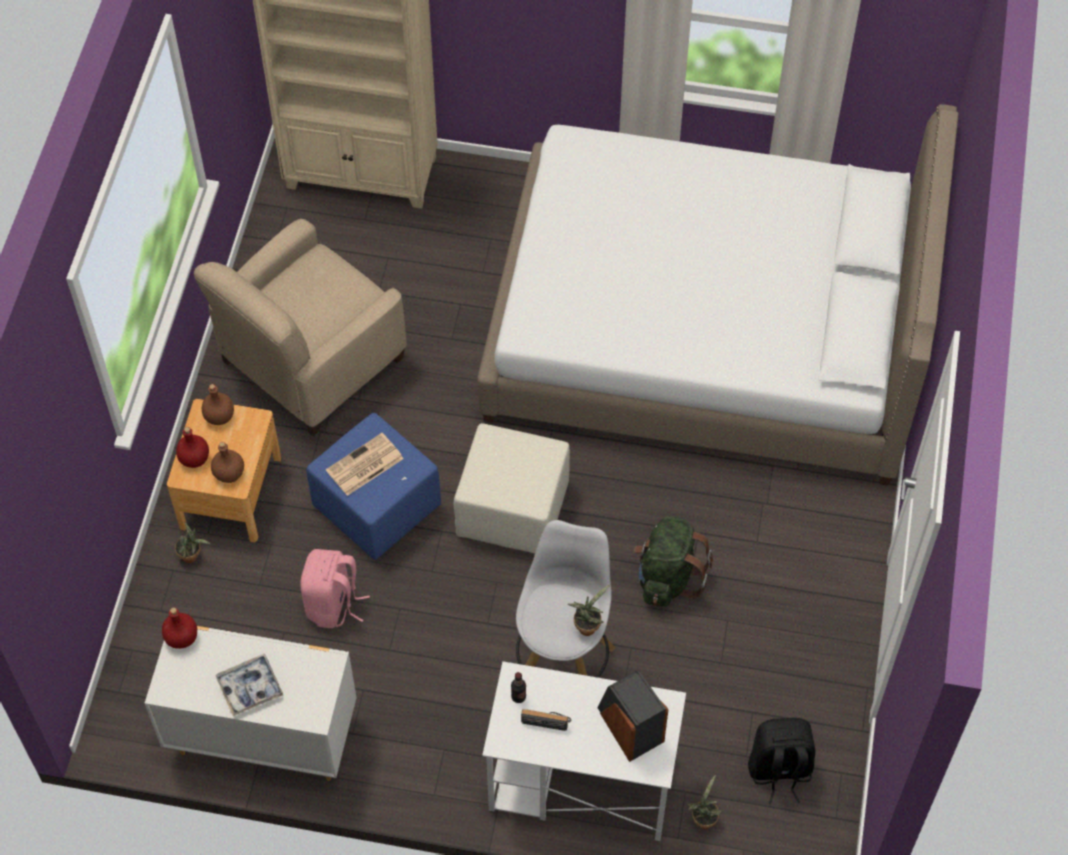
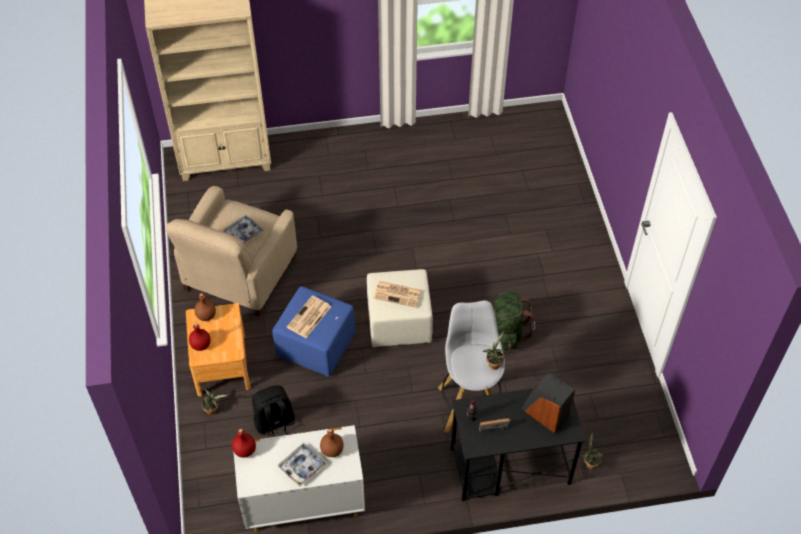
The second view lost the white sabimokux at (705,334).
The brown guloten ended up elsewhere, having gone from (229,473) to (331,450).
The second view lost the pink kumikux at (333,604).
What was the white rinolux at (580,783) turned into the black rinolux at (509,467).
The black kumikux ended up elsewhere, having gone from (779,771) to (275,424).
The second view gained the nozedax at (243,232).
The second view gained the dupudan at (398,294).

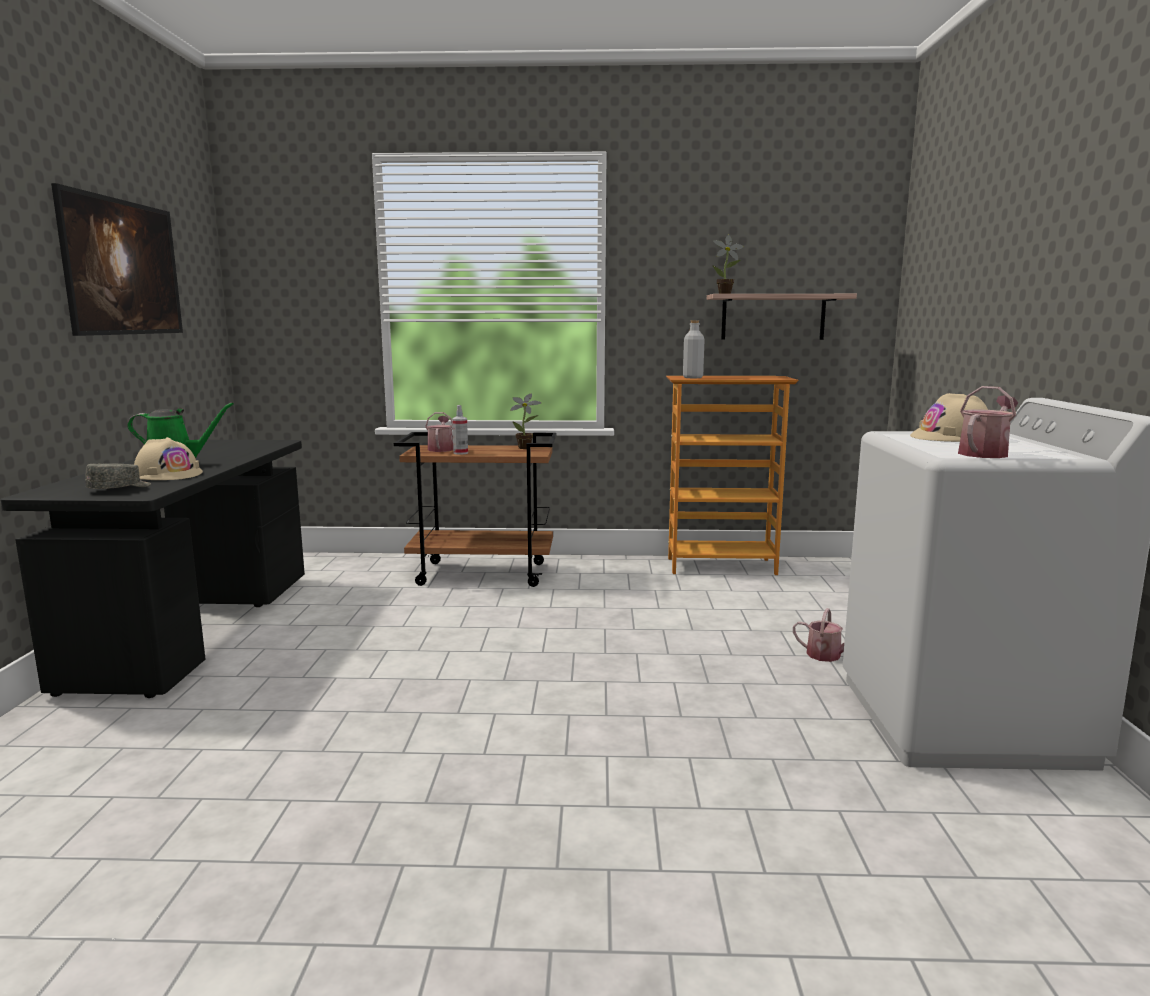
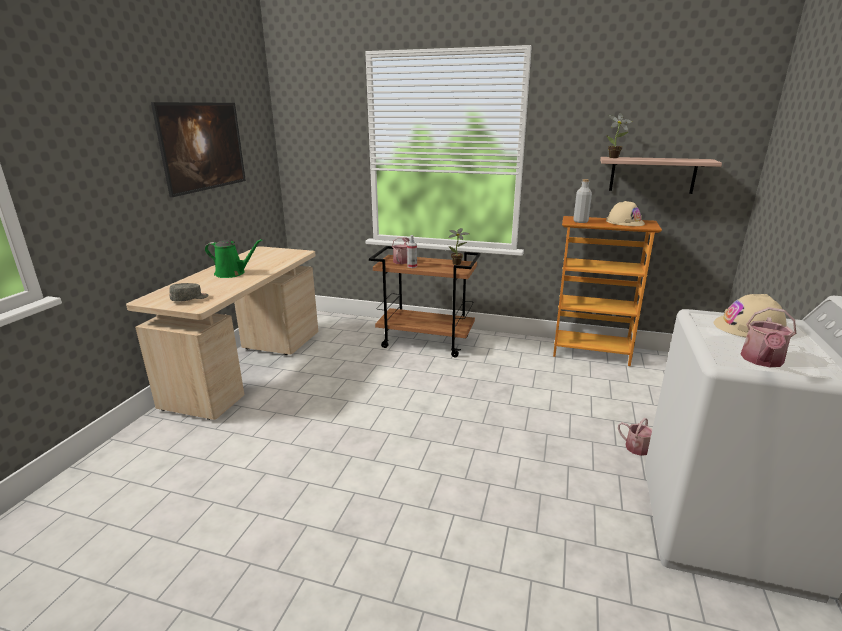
The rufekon at (985,453) ended up facing another way, 150 degrees clockwise from before.
The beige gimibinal ended up elsewhere, having gone from (168,474) to (625,222).
What was the black rinolux at (198,627) turned into the beige rinolux at (249,367).

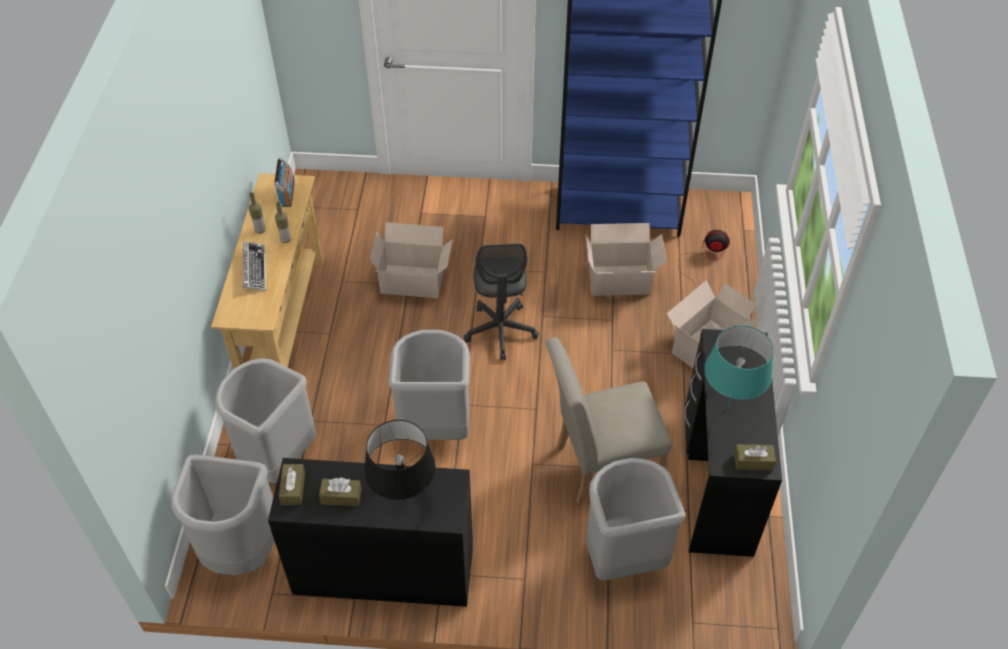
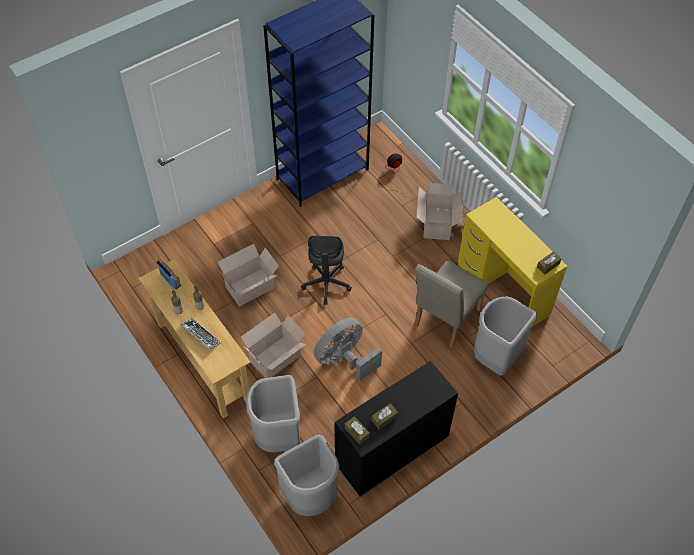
The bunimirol ended up elsewhere, having gone from (621,280) to (276,357).
The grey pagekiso at (500,331) ended up facing another way, 45 degrees clockwise from before.
The second view lost the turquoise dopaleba at (728,407).
What was the black rinolux at (717,481) turned into the yellow rinolux at (503,289).
Where the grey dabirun stood at (435,427), the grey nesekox came to stand at (344,359).
The second view lost the black dopaleba at (404,502).

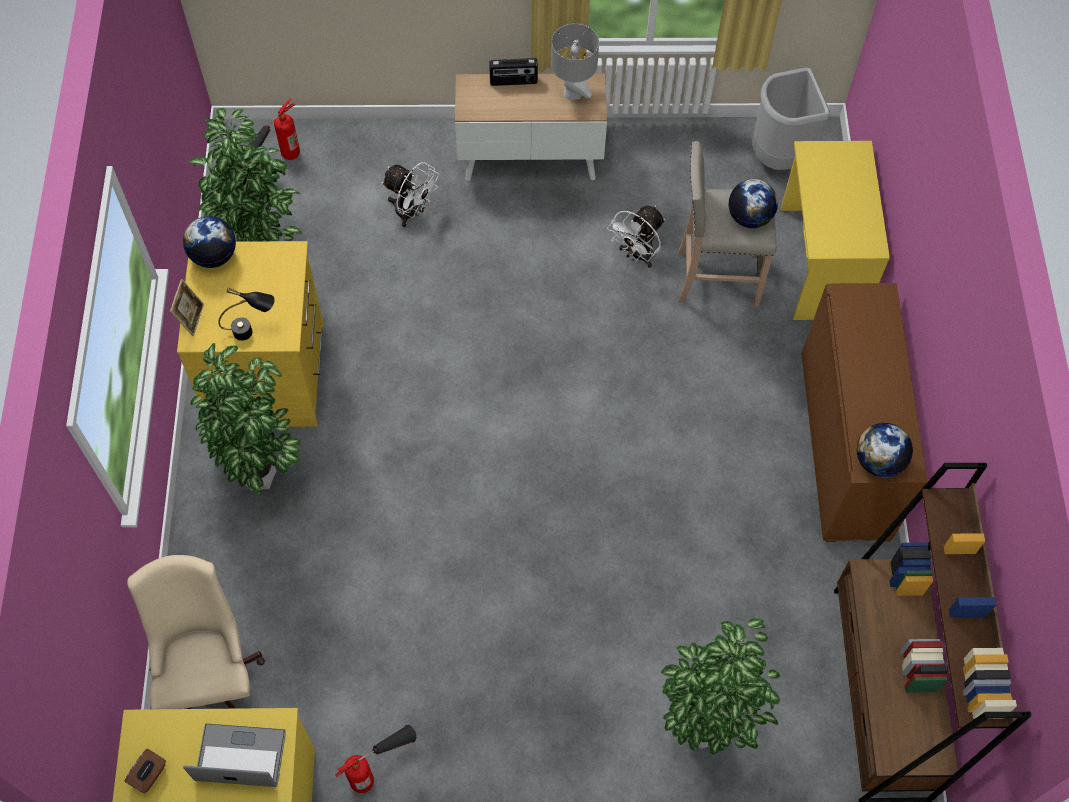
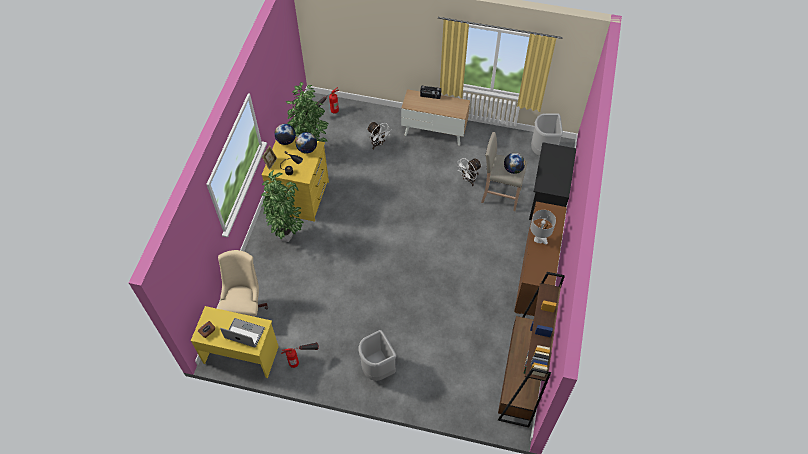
The grey dopaleba ended up elsewhere, having gone from (572,93) to (538,239).
What was the yellow rinolux at (819,262) turned into the black rinolux at (547,198).
The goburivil ended up elsewhere, having gone from (878,461) to (307,149).
The second view lost the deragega at (703,729).
The second view gained the grey dabirun at (377,369).

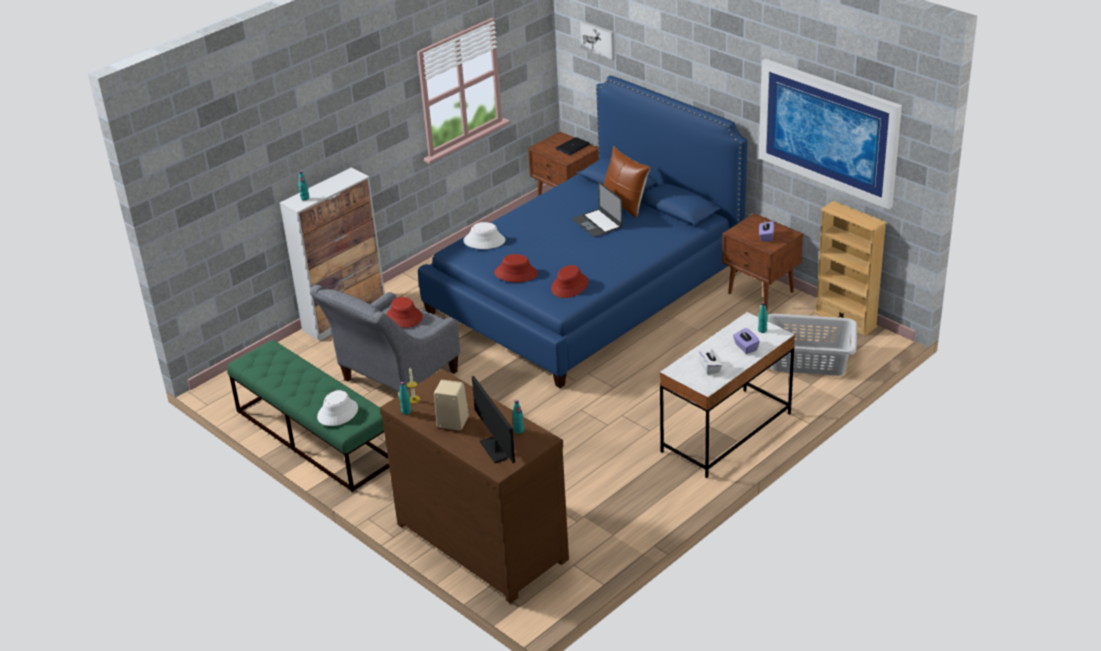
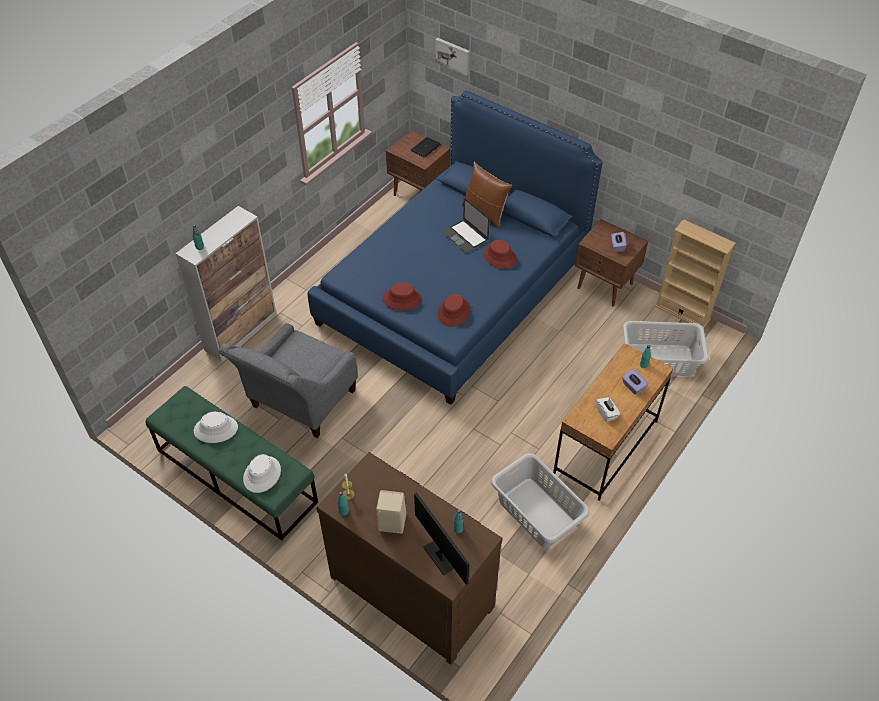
The second view lost the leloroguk at (828,132).
The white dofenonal ended up elsewhere, having gone from (484,241) to (216,429).
The red dofenonal ended up elsewhere, having gone from (404,317) to (499,257).
What was the white rinolux at (726,432) turned into the brown rinolux at (606,447).
The second view gained the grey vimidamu at (537,512).

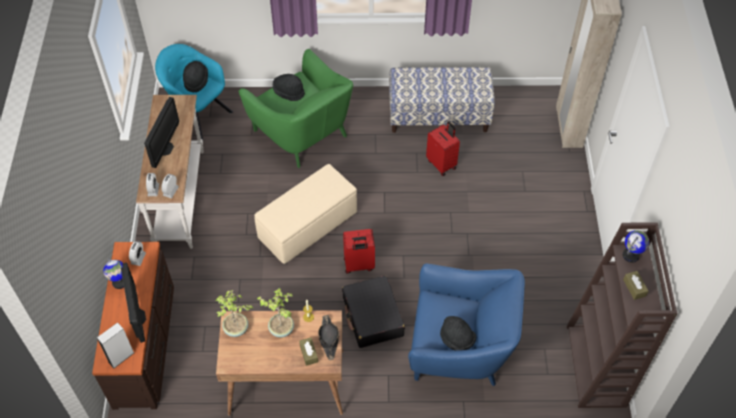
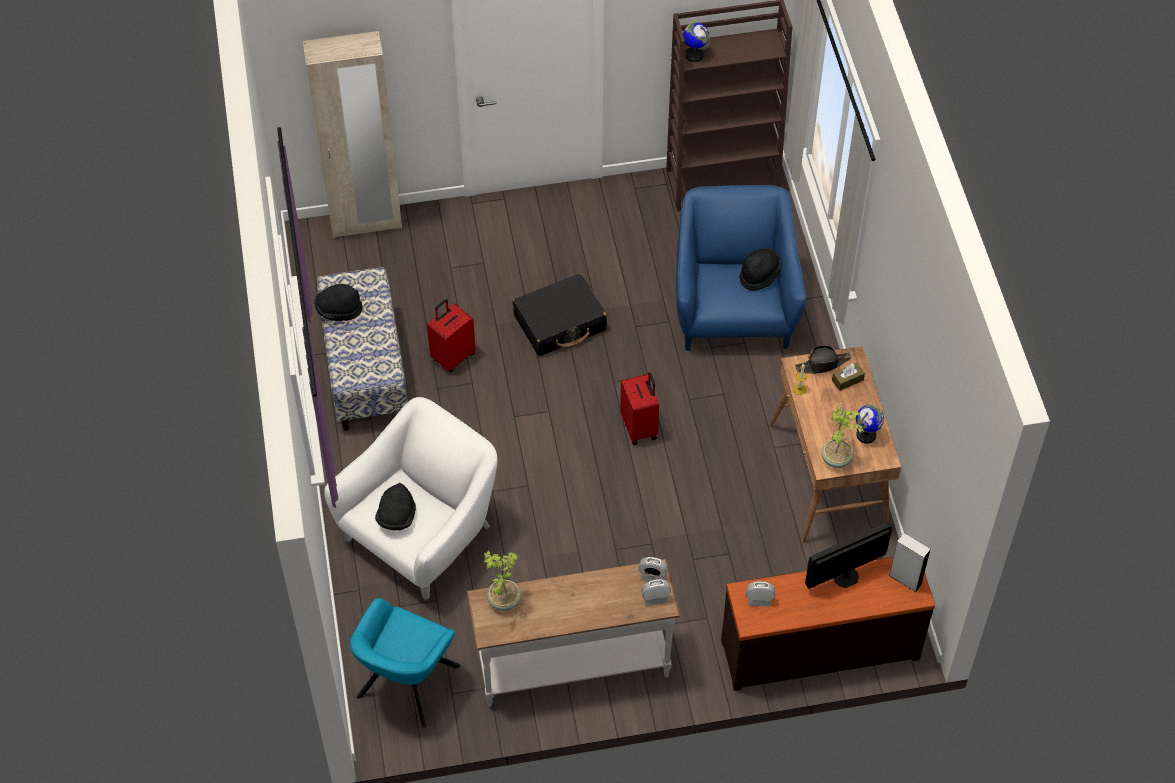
What was the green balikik at (302,132) turned into the white balikik at (422,533).
The black dofenonal ended up elsewhere, having gone from (196,81) to (339,310).
The second view lost the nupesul at (165,148).
The second view lost the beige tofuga at (308,226).
The goburivil ended up elsewhere, having gone from (119,282) to (866,435).
The second view lost the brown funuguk at (634,288).
The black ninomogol ended up elsewhere, having gone from (372,317) to (560,323).
The deragega ended up elsewhere, having gone from (281,328) to (503,600).

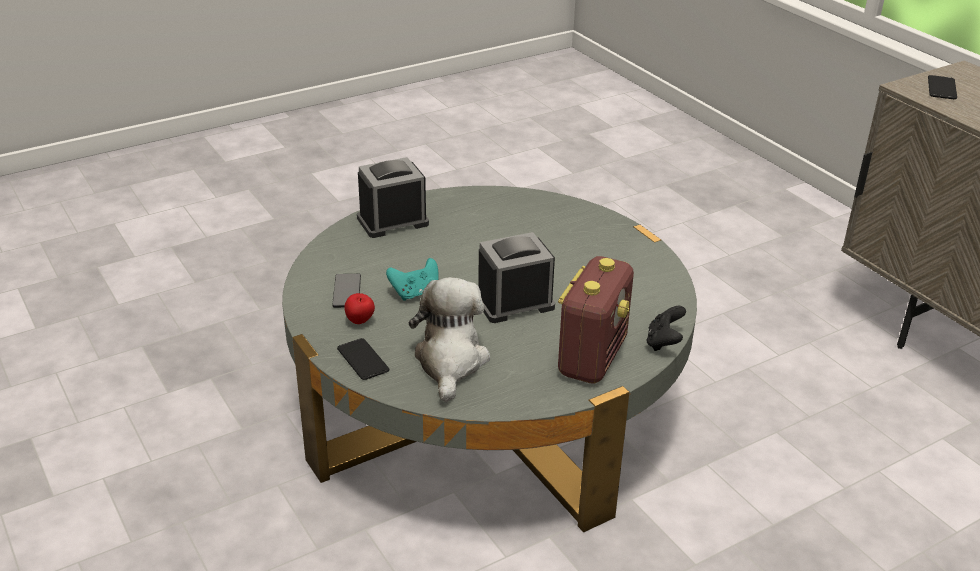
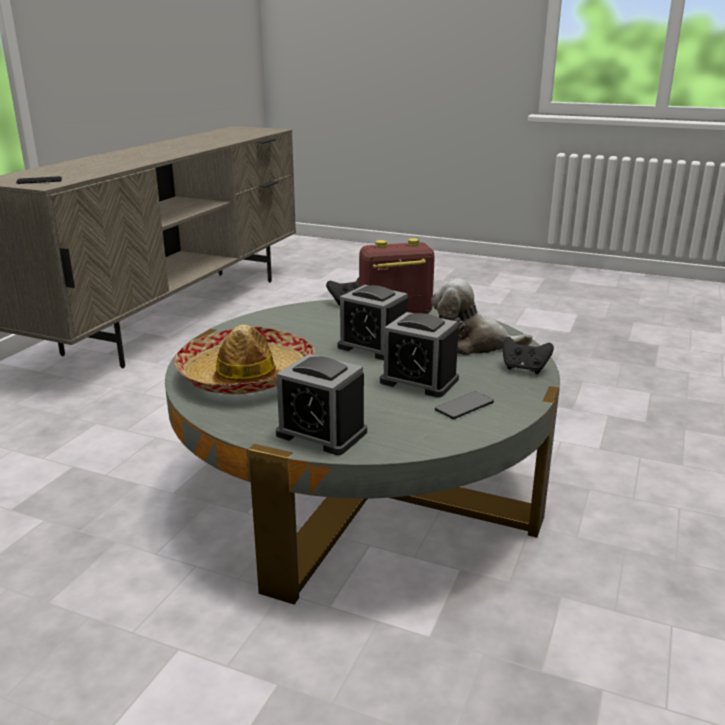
Where the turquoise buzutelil stood at (415,293), the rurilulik came to stand at (419,381).
The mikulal at (450,362) ended up facing another way, 45 degrees clockwise from before.
The second view lost the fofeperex at (360,322).
Where the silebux stood at (363,360), the black buzutelil came to stand at (524,369).
The second view gained the dofenonal at (246,375).

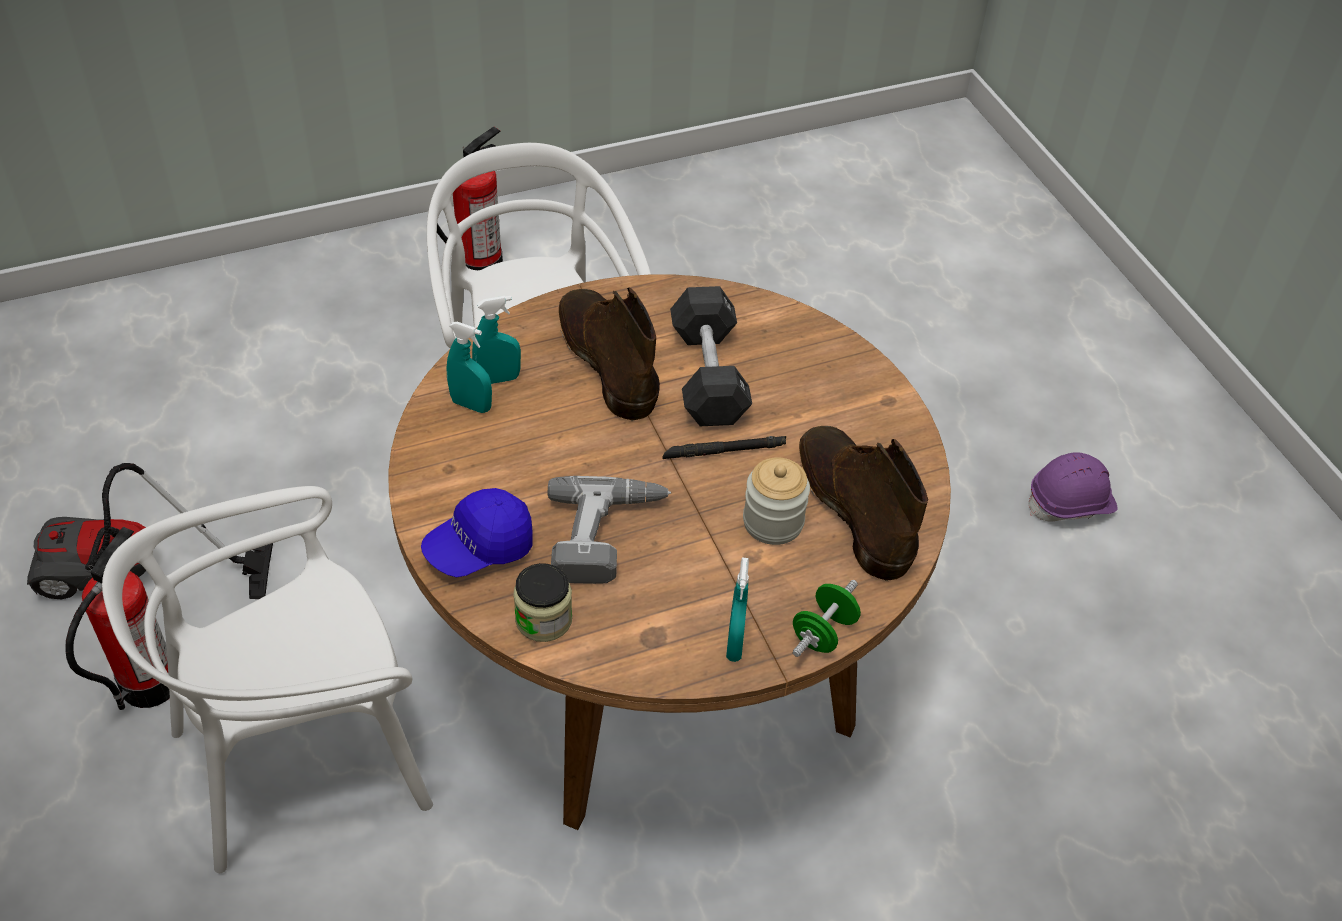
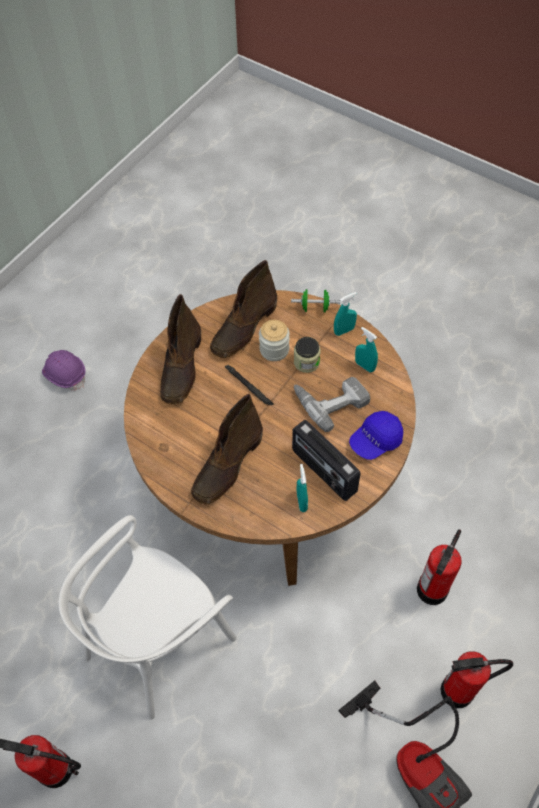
The second view lost the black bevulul at (708,375).
The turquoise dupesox ended up elsewhere, having gone from (498,379) to (364,366).
Where the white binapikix stood at (302,758), the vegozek came to stand at (432,589).
The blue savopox at (480,548) ended up facing another way, 120 degrees clockwise from before.
The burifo ended up elsewhere, having gone from (543,619) to (306,362).
The second view gained the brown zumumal at (181,367).
The second view gained the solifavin at (323,471).

